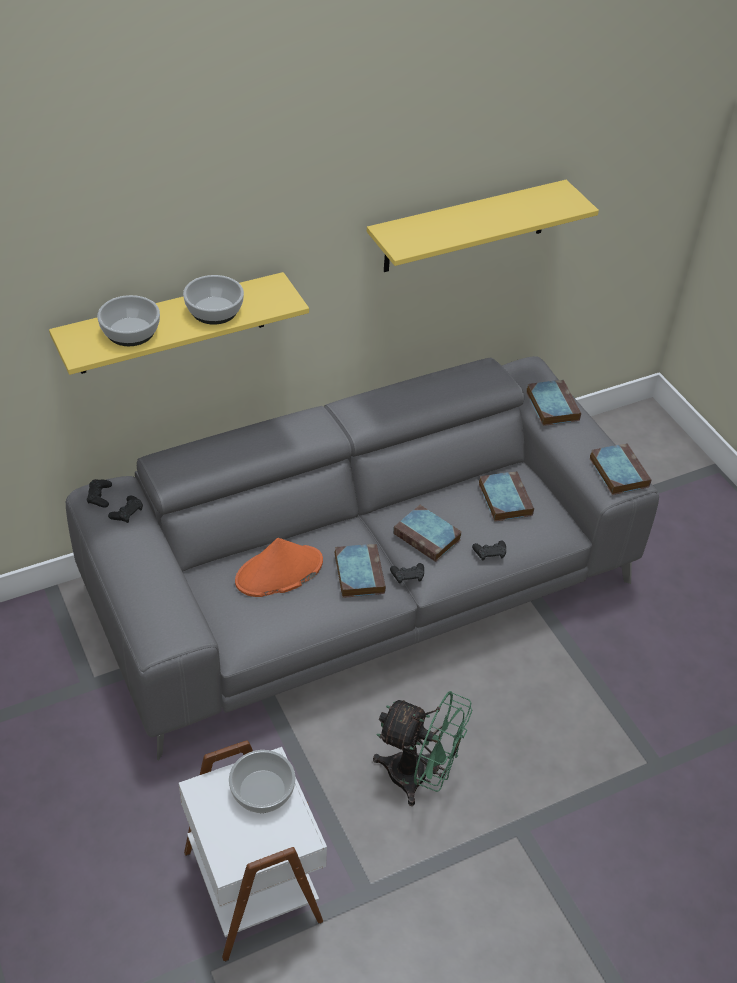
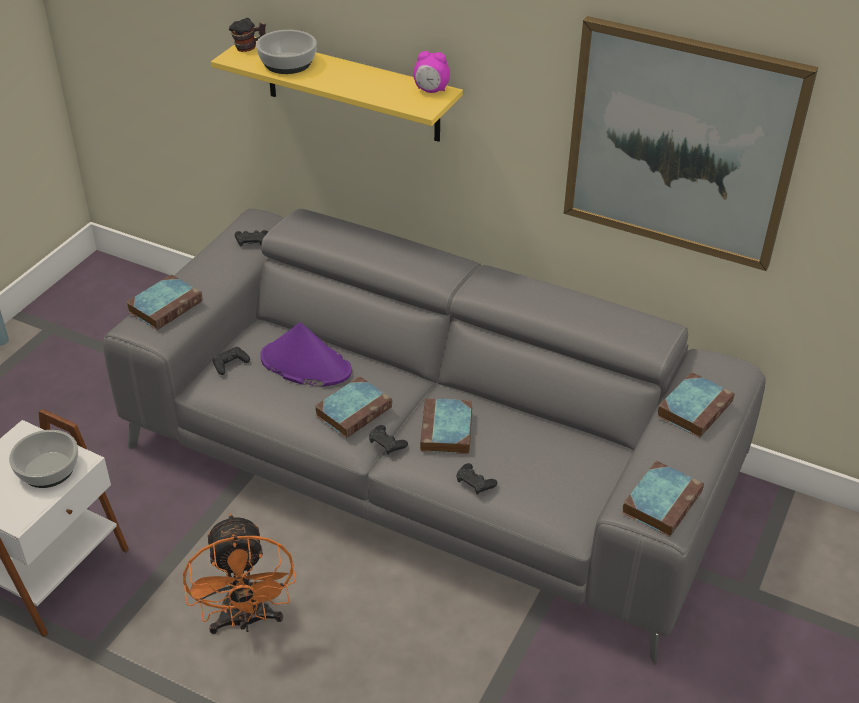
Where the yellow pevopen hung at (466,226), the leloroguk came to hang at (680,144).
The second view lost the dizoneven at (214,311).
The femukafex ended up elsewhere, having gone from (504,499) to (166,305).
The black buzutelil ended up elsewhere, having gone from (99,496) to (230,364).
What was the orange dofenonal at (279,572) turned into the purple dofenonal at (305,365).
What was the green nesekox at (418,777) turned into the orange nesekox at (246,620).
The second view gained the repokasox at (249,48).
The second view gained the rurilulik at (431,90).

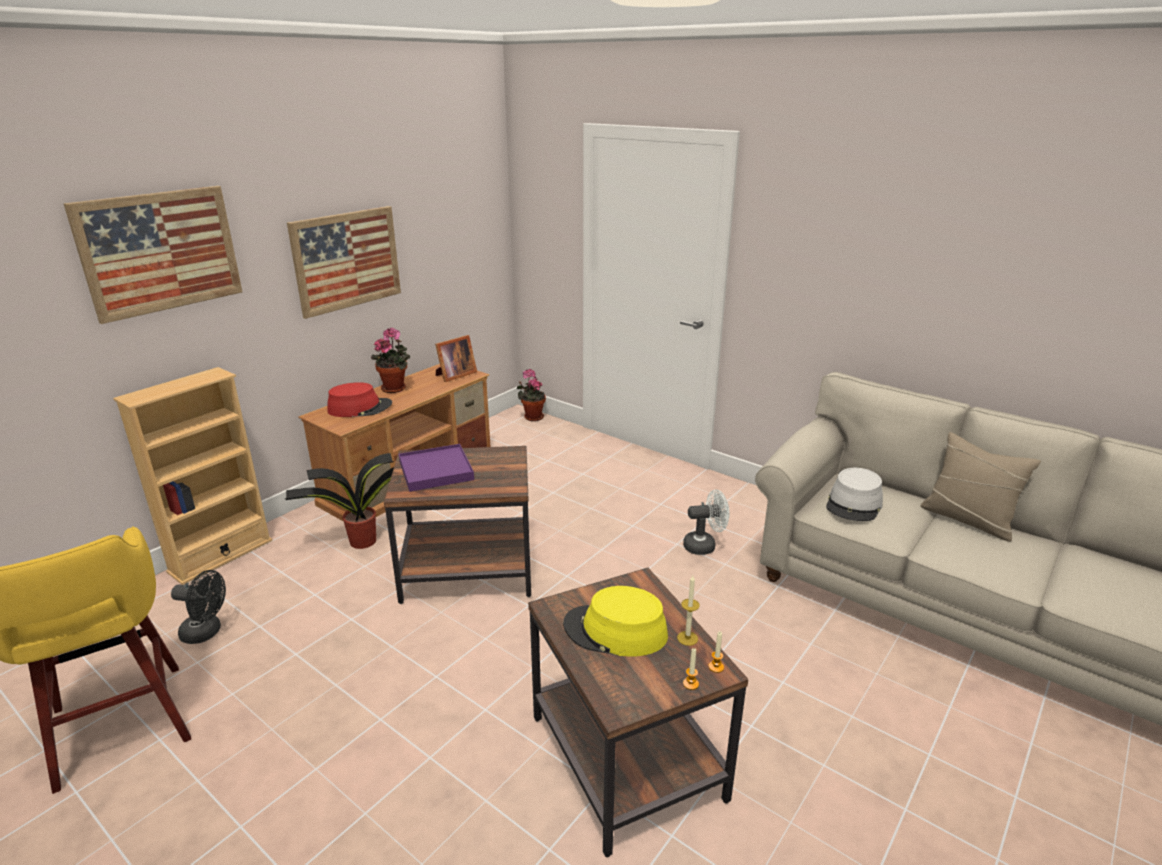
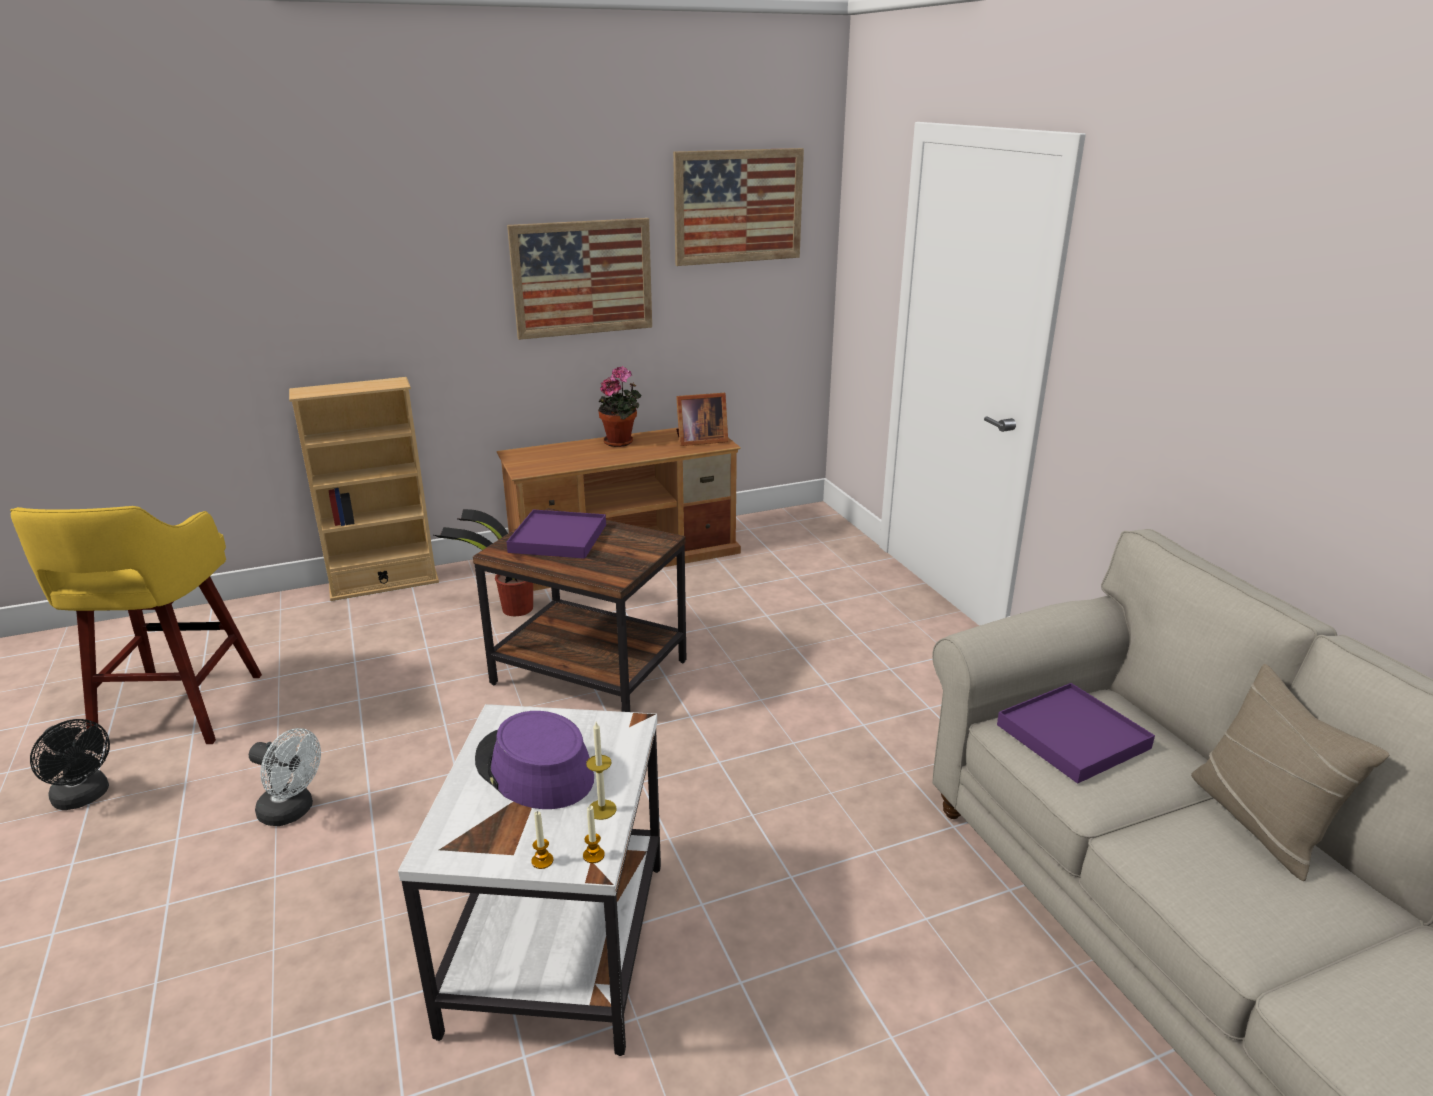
The leloroguk ended up elsewhere, having gone from (160,252) to (738,206).
The second view lost the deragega at (532,417).
The second view lost the red dofenonal at (360,408).
Where the grey dofenonal stood at (854,504), the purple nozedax came to stand at (1073,736).
The white nesekox ended up elsewhere, having gone from (704,545) to (293,811).
What was the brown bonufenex at (624,759) turned into the white bonufenex at (555,946).
The black nesekox ended up elsewhere, having gone from (207,632) to (84,797).
What was the yellow dofenonal at (615,631) turned into the purple dofenonal at (533,769).

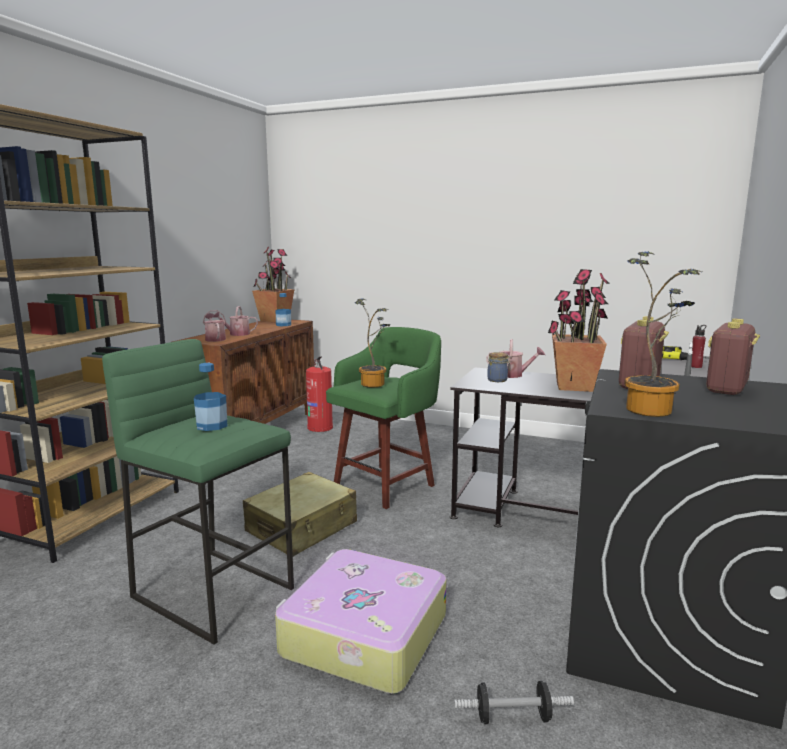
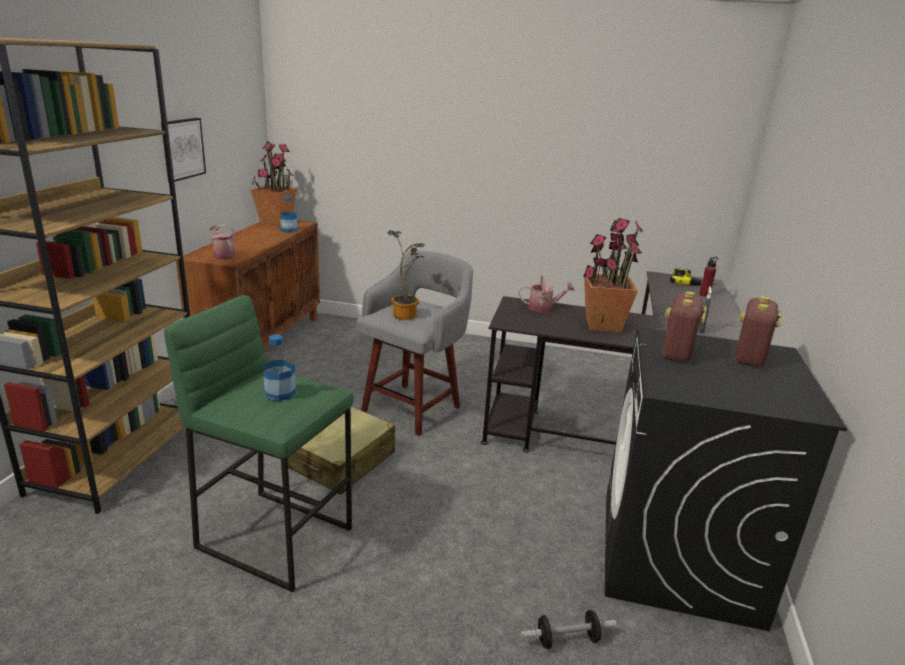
The second view lost the deragega at (652,409).
The second view lost the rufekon at (236,334).
What was the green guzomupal at (386,485) turned into the grey guzomupal at (413,407).
The second view lost the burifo at (498,380).
The second view lost the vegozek at (320,427).
The second view lost the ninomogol at (362,635).
The second view gained the leloroguk at (182,149).

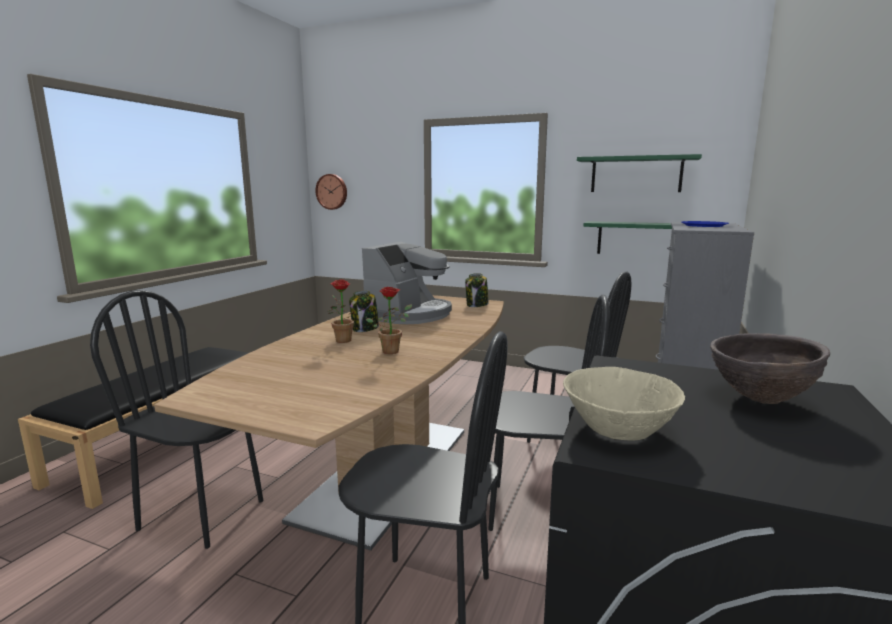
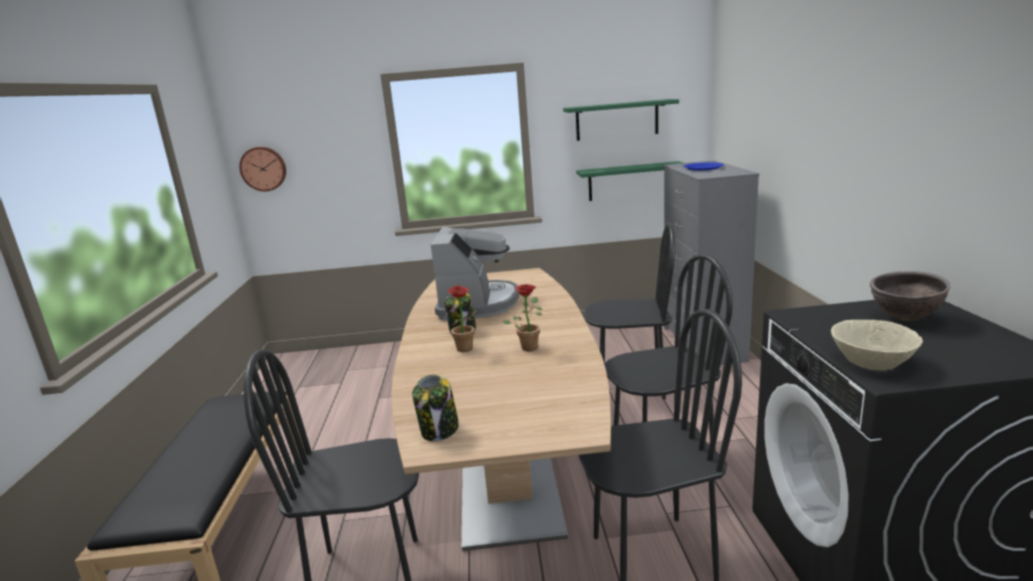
The burifo ended up elsewhere, having gone from (477,305) to (439,430).

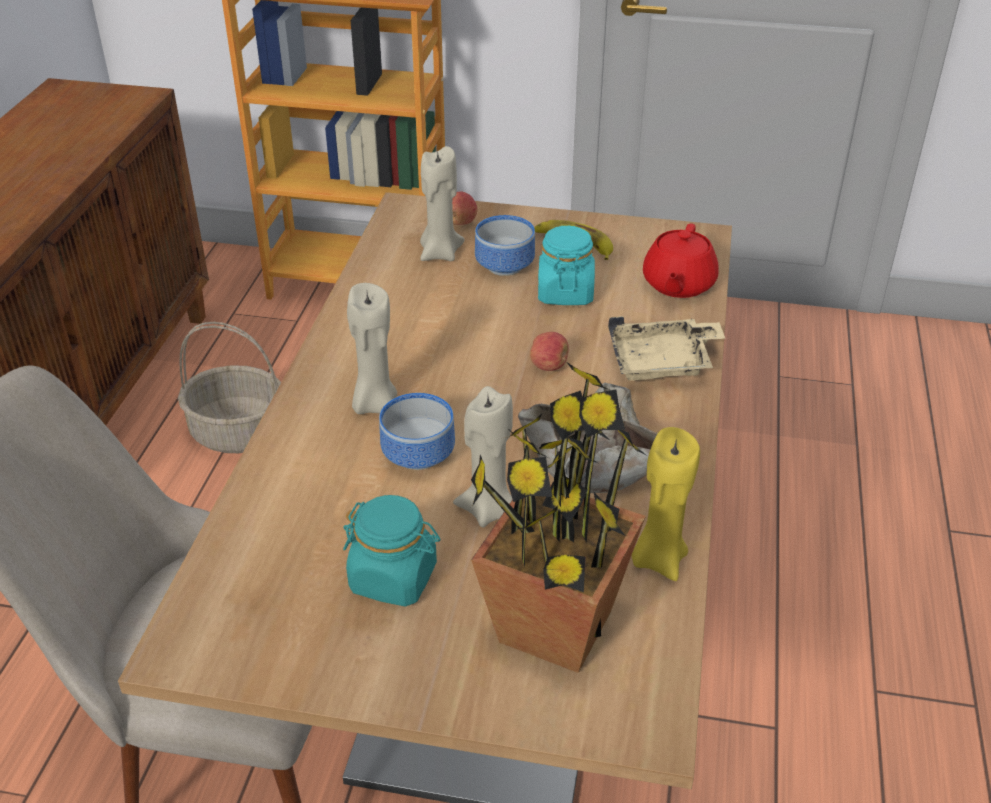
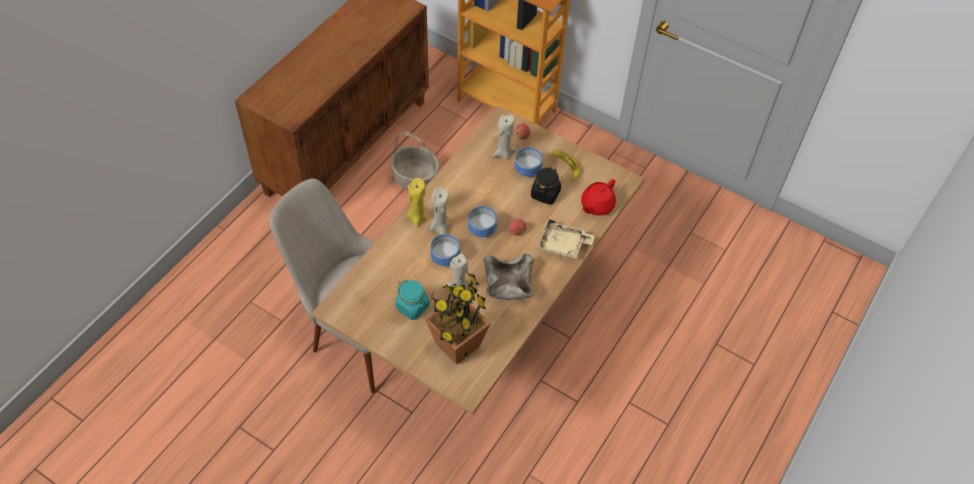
What was the turquoise burifo at (565,292) turned into the black burifo at (545,194).
The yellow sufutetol ended up elsewhere, having gone from (658,559) to (417,218).
The second view gained the dizoneven at (483,230).

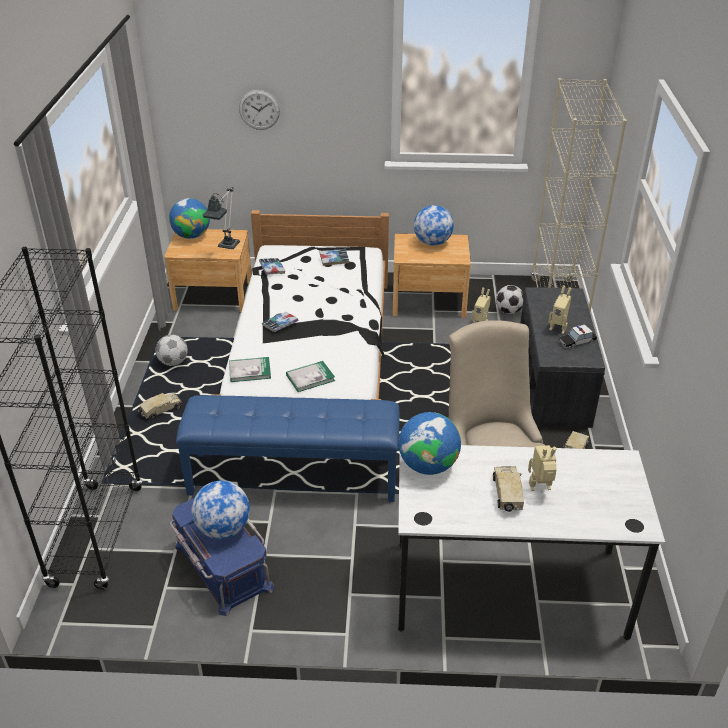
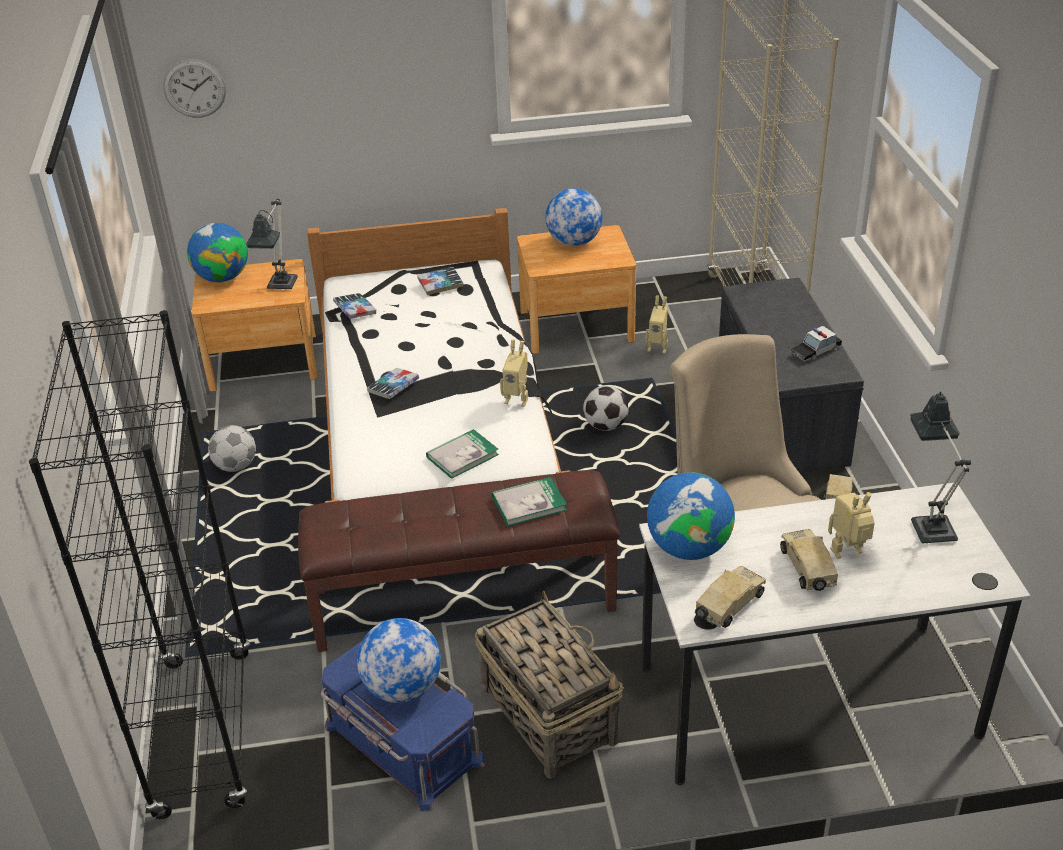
The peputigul ended up elsewhere, having gone from (259,110) to (194,88).
The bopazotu ended up elsewhere, having gone from (508,311) to (605,426).
The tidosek ended up elsewhere, having gone from (558,328) to (517,399).
The femukafex ended up elsewhere, having gone from (250,371) to (529,504).
The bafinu ended up elsewhere, having gone from (160,411) to (728,607).
What was the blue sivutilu at (294,475) turned into the brown sivutilu at (464,598).
The second view gained the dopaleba at (930,523).
The second view gained the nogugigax at (547,713).

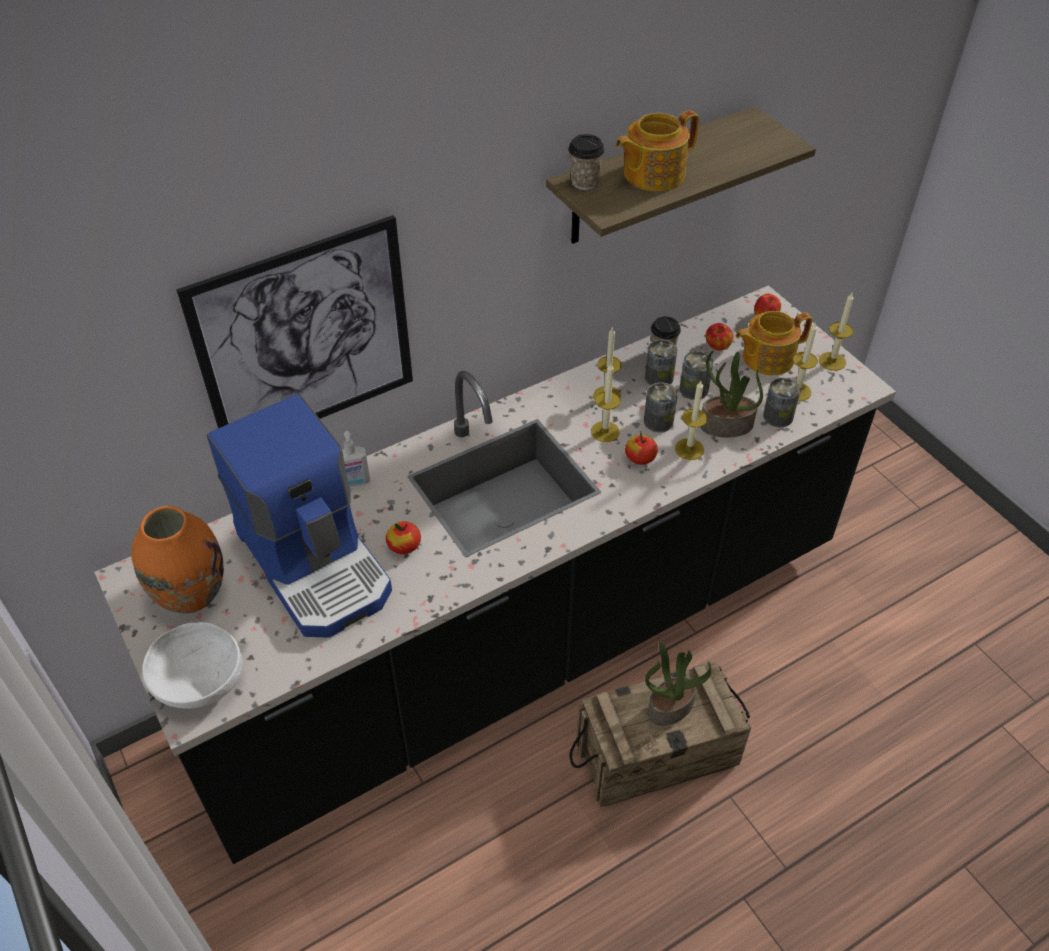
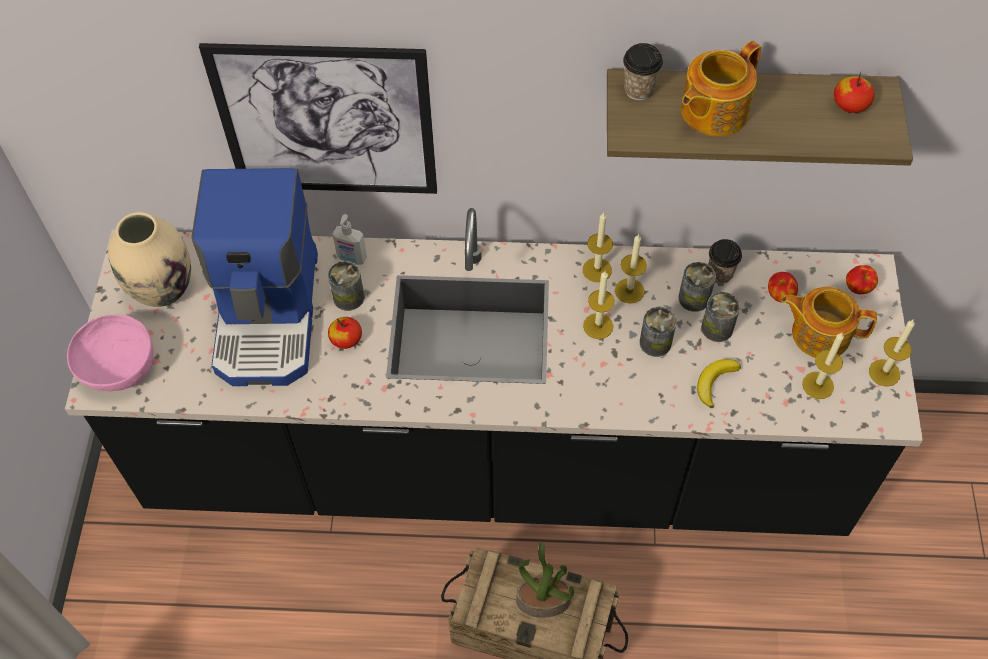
The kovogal at (652,174) ended up facing another way, 45 degrees counterclockwise from before.
Where the deragega stood at (725,426), the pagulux came to stand at (715,382).
The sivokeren ended up elsewhere, having gone from (778,416) to (348,297).
The sufutetol ended up elsewhere, having gone from (689,449) to (597,270).
The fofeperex ended up elsewhere, having gone from (640,457) to (850,104).
What was the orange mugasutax at (190,594) turned into the beige mugasutax at (162,288).
What was the white dizoneven at (199,682) turned into the pink dizoneven at (118,367).

